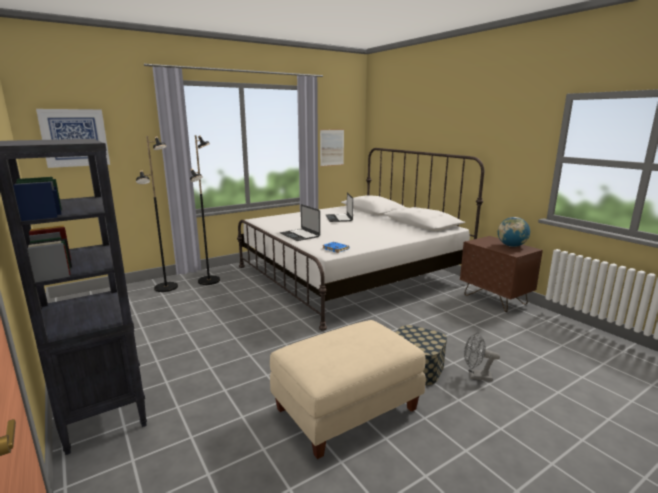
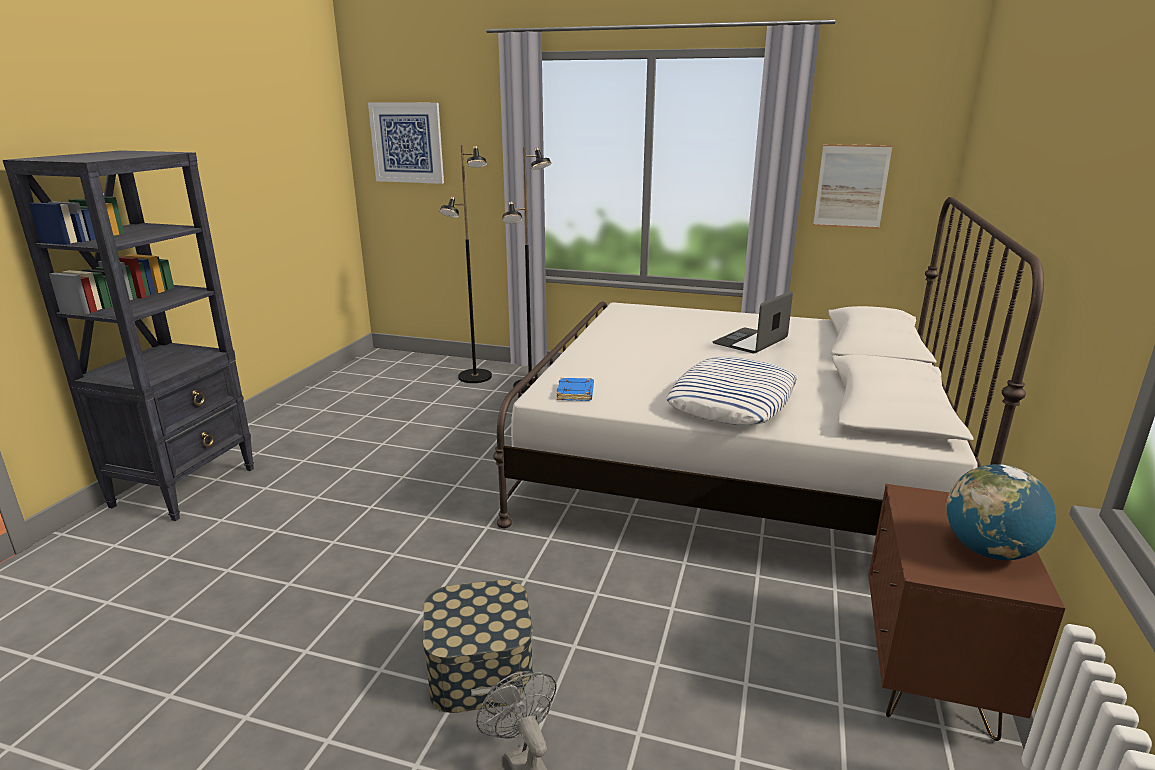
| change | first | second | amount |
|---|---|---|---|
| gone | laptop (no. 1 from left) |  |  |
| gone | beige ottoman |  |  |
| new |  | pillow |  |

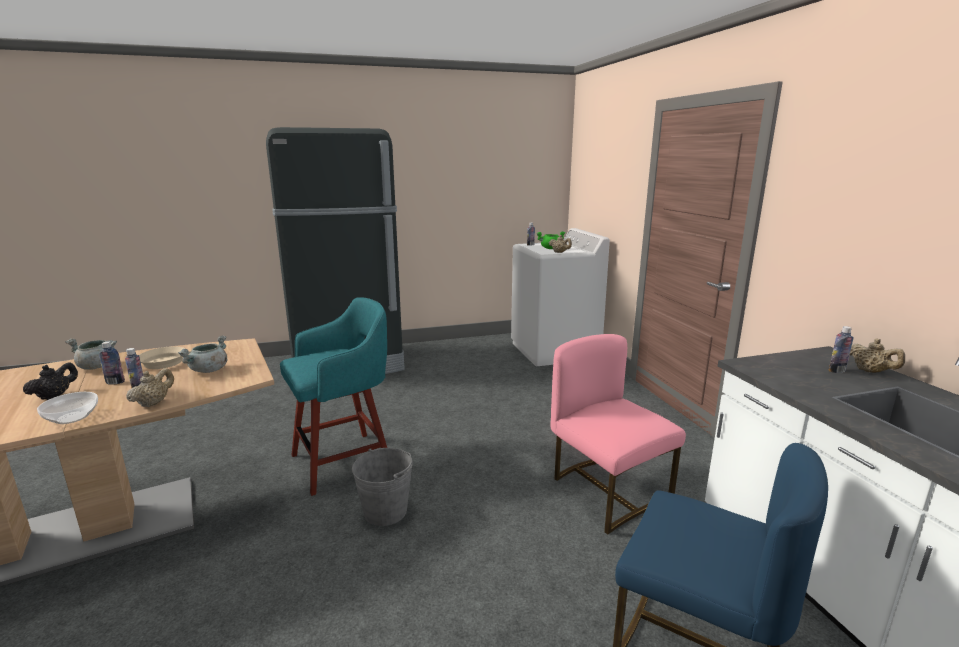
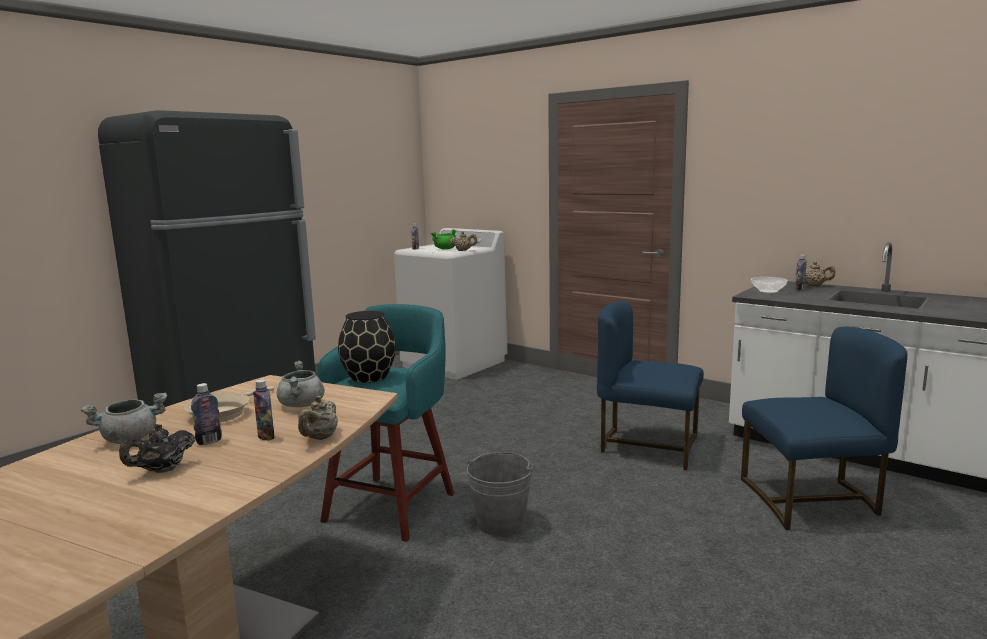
| change | first | second | amount |
|---|---|---|---|
| repainted | pink chair | blue chair (no. 1 from left) |  |
| rotated | black teapot |  | 120 degrees counterclockwise |
| rotated | beige teapot (no. 1 from left) |  | 150 degrees counterclockwise |
| shifted | bowl |  |  |
| new |  | black vase |  |

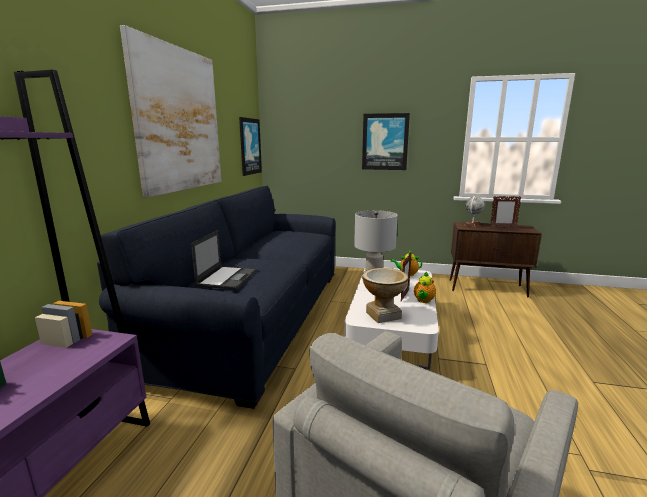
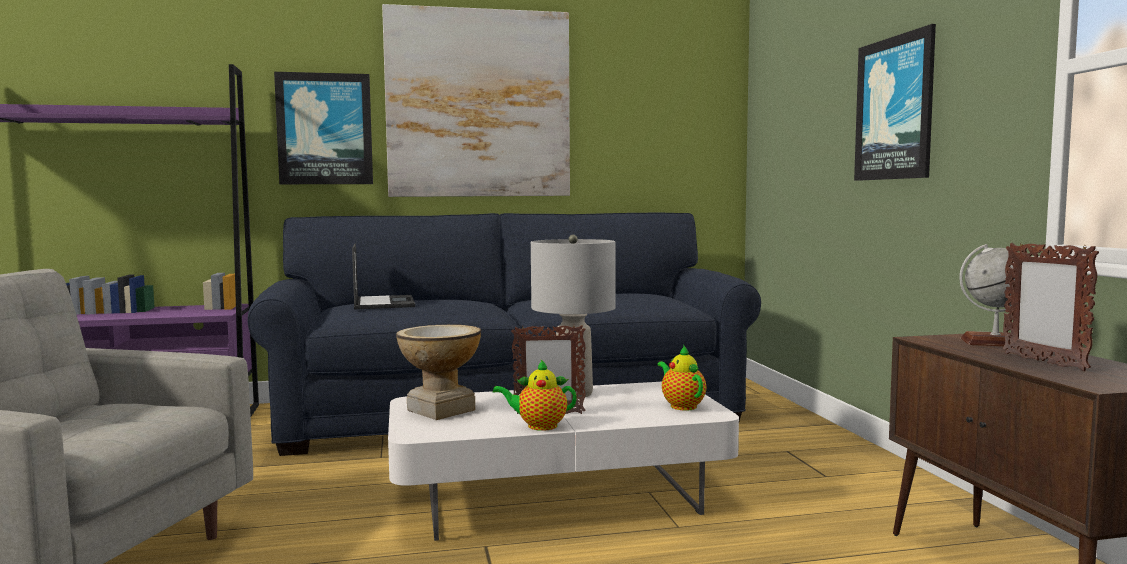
| change | first | second | amount |
|---|---|---|---|
| shifted | picture (no. 2 from left in the first image) | picture (no. 1 from left) |  |
| rotated | laptop |  | 90 degrees counterclockwise |

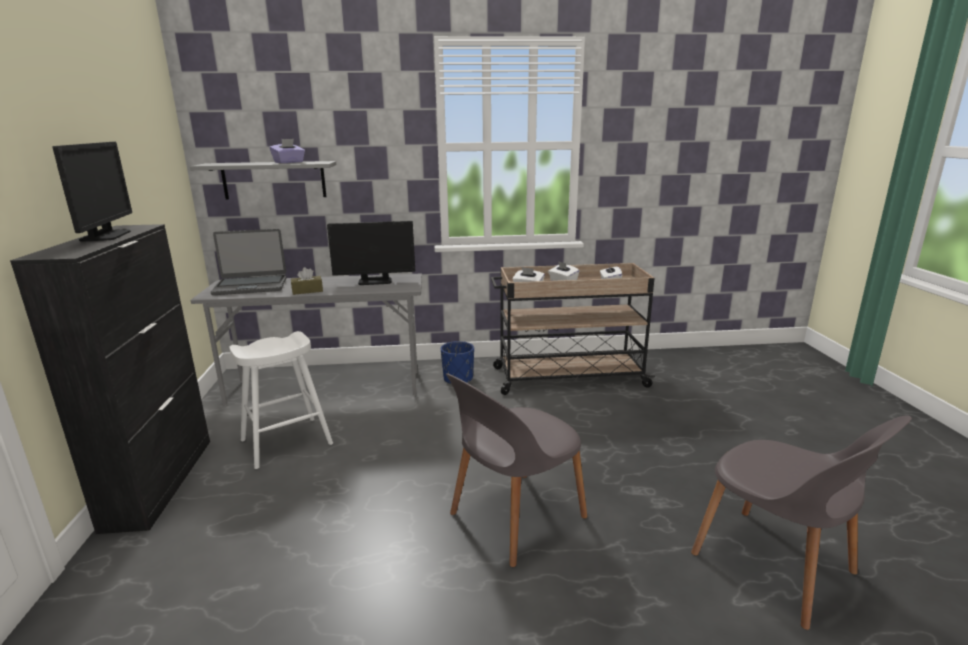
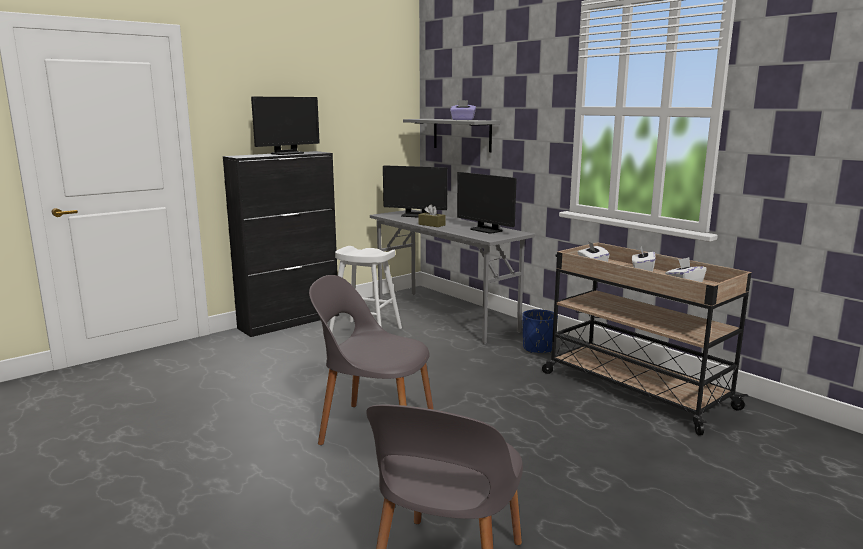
| change | first | second | amount |
|---|---|---|---|
| swapped | laptop | monitor (no. 2 from left) |  |

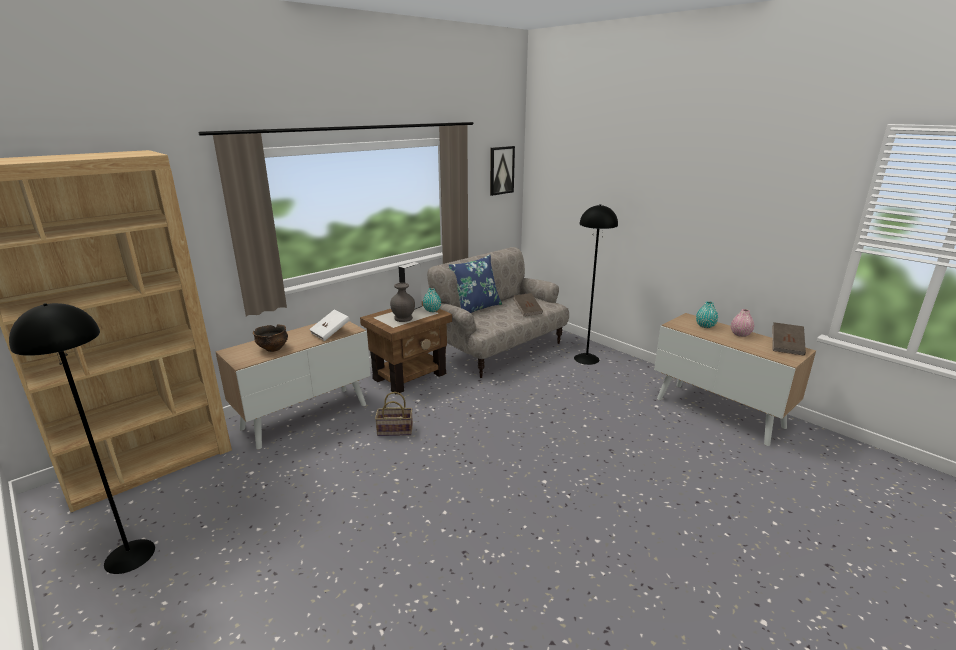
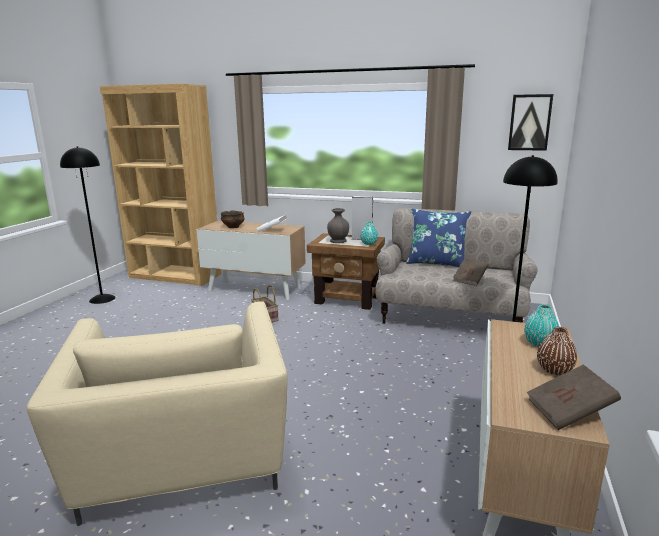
| change | first | second | amount |
|---|---|---|---|
| repainted | pink vase | brown vase |  |
| new |  | beige armchair |  |

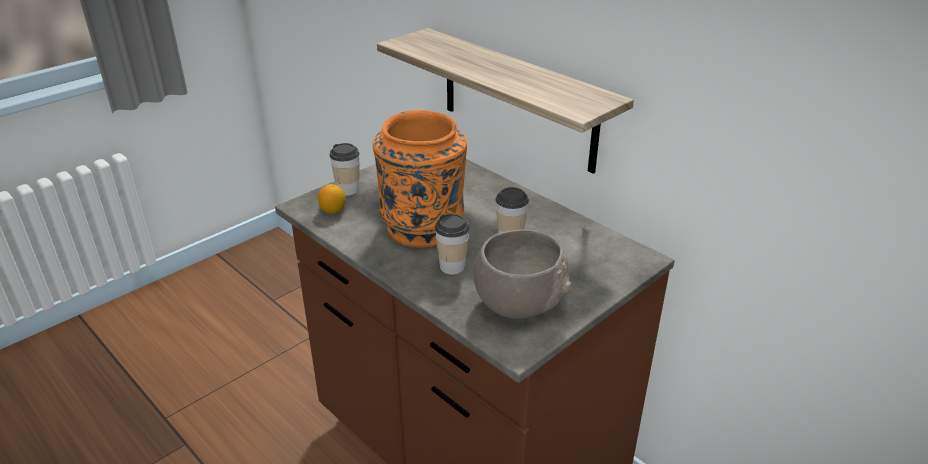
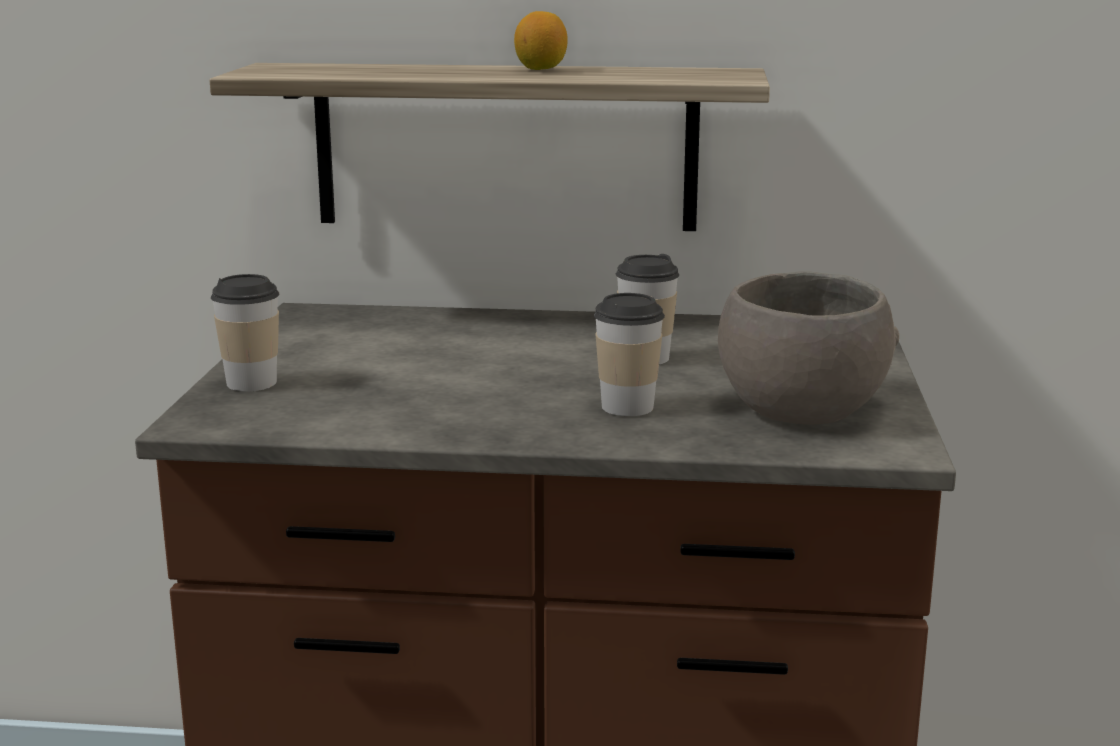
| change | first | second | amount |
|---|---|---|---|
| gone | orange vase |  |  |
| shifted | lemon |  |  |

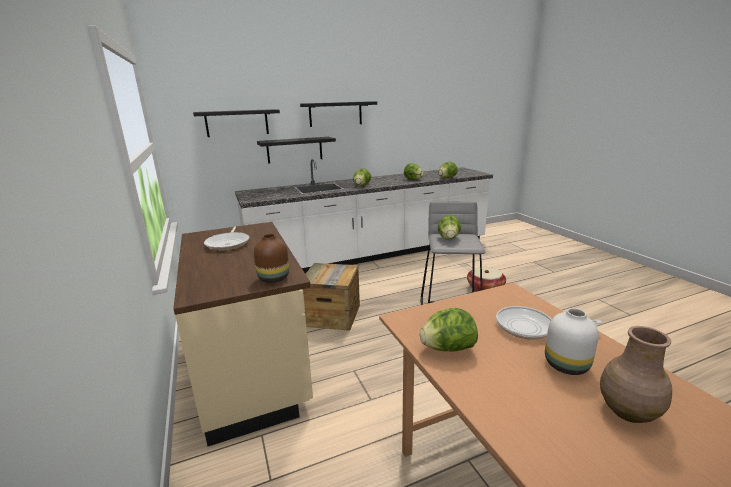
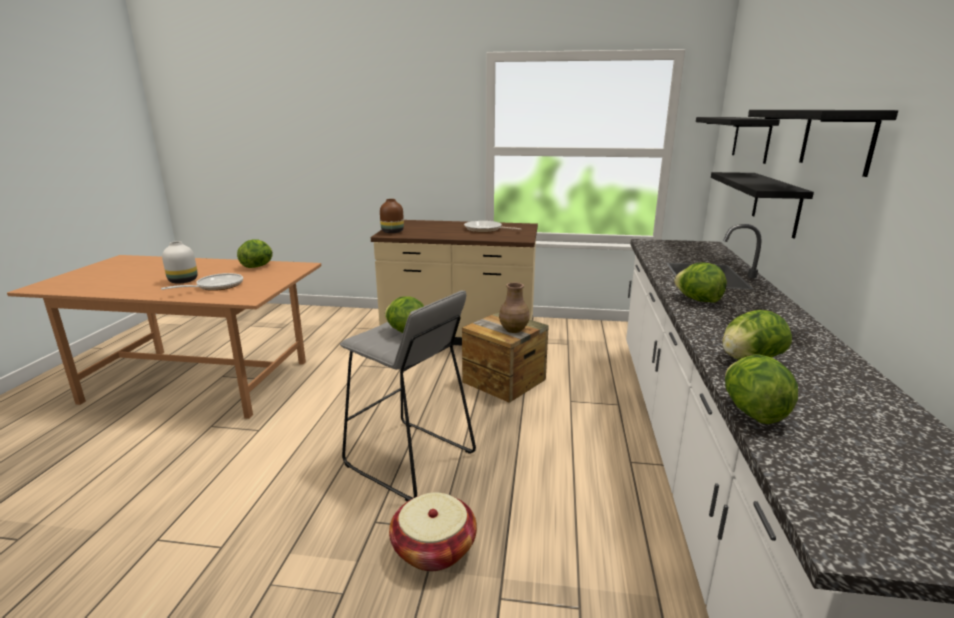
| change | first | second | amount |
|---|---|---|---|
| shifted | brown vase (no. 2 from left) |  |  |

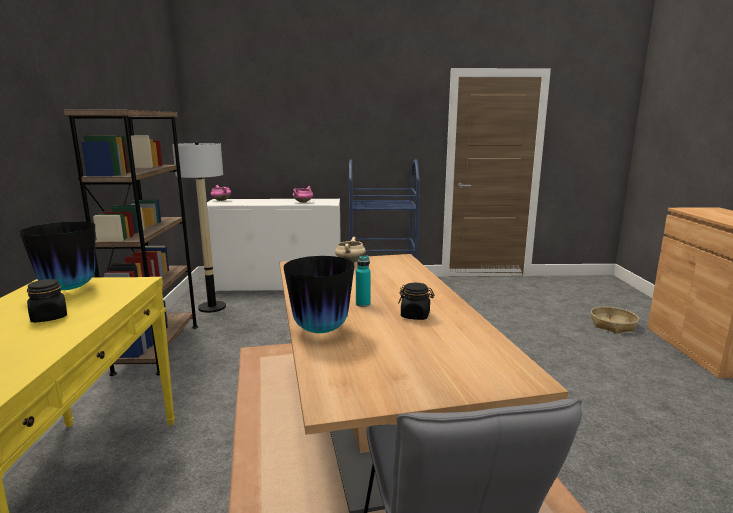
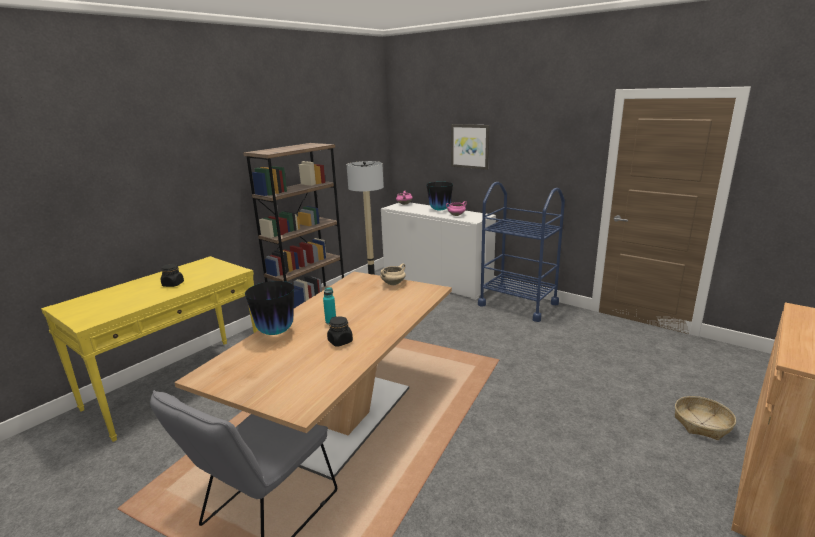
| change | first | second | amount |
|---|---|---|---|
| shifted | vase (no. 1 from left in the first image) | vase (no. 2 from left) |  |
| new |  | picture |  |

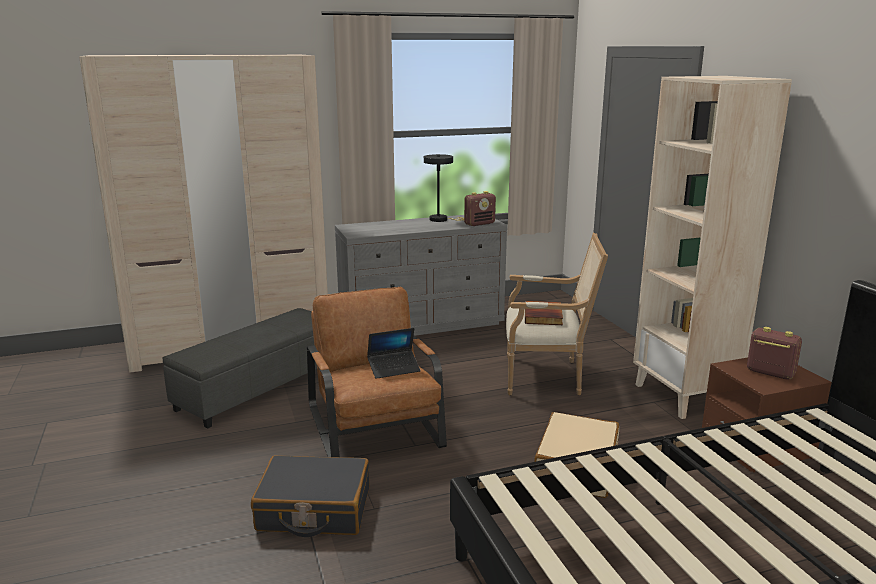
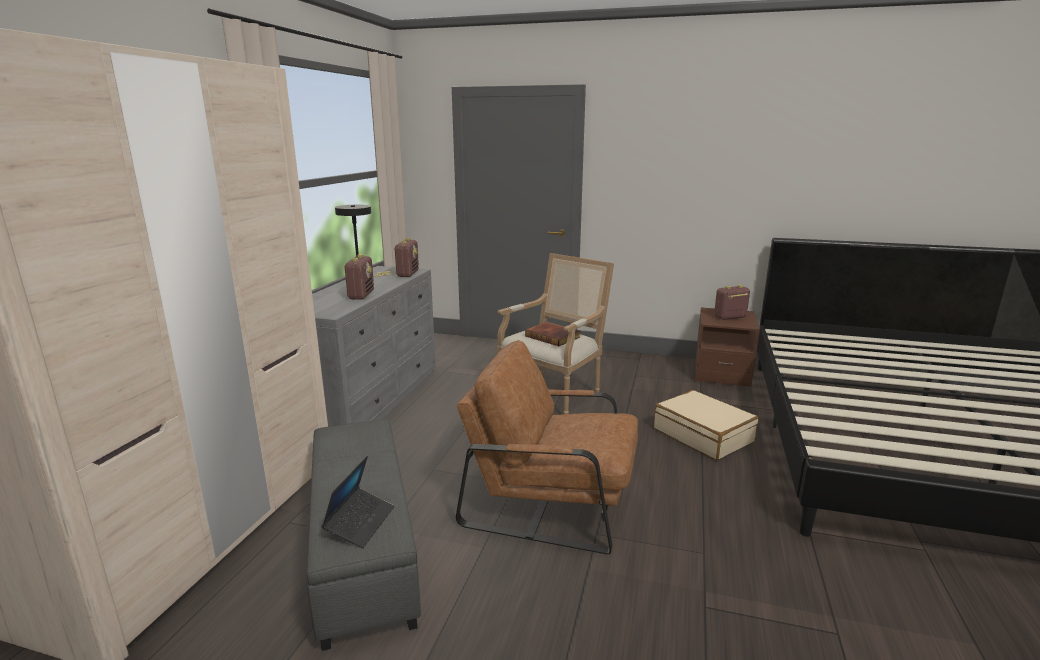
| change | first | second | amount |
|---|---|---|---|
| gone | beige bookcase |  |  |
| shifted | laptop |  |  |
| gone | black suitcase |  |  |
| new |  | radio (no. 1 from left) |  |

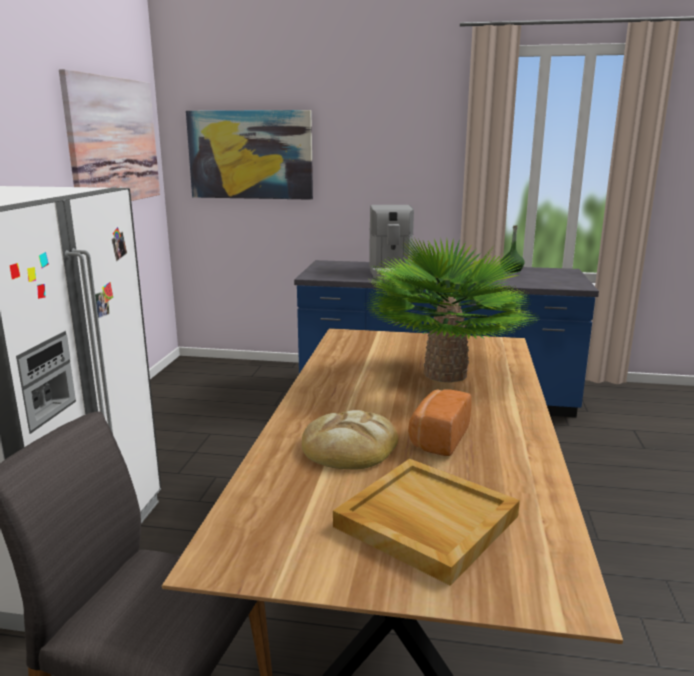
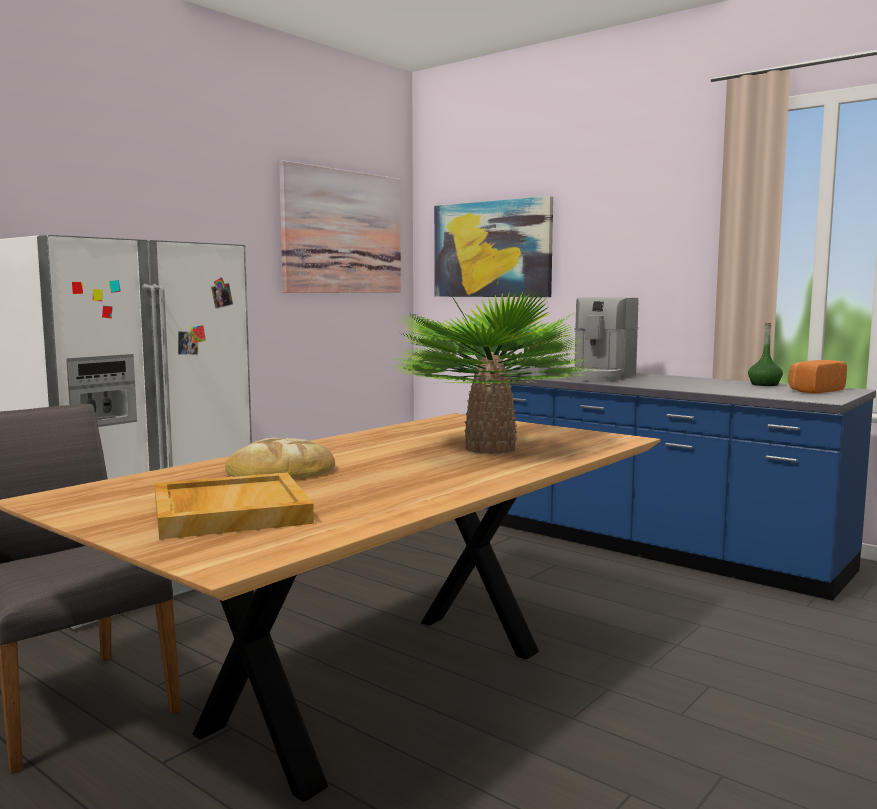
| change | first | second | amount |
|---|---|---|---|
| shifted | bread (no. 2 from left) |  |  |

